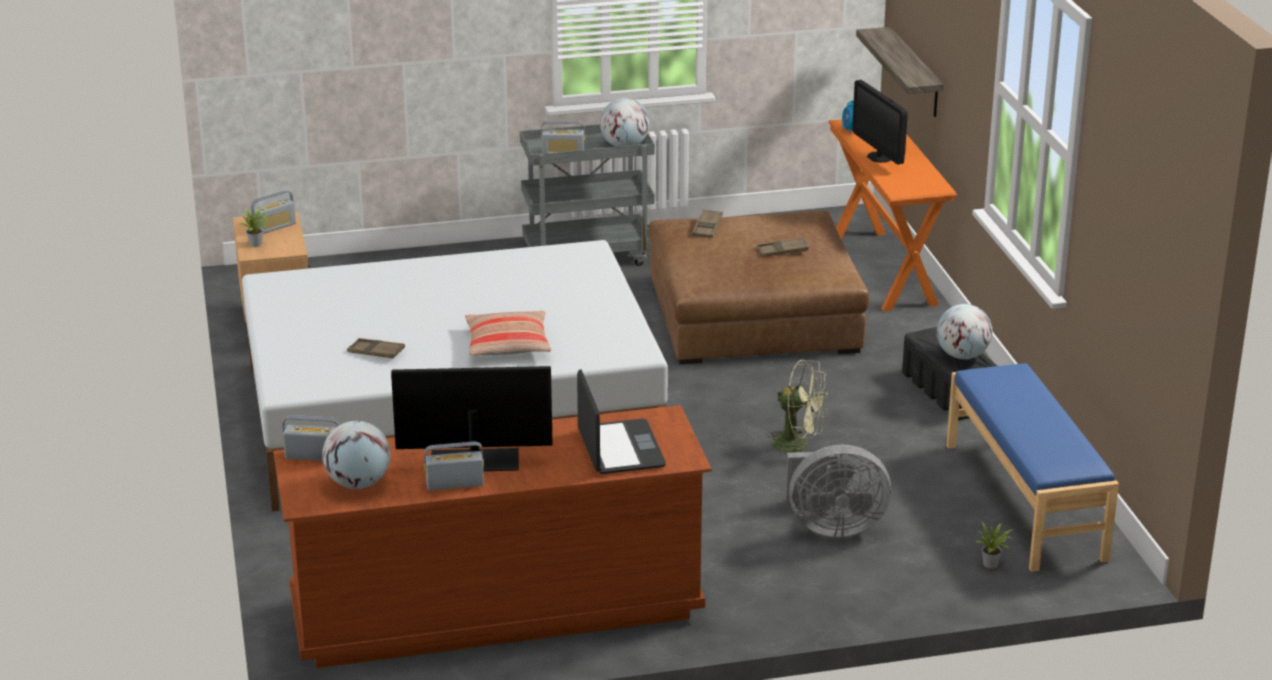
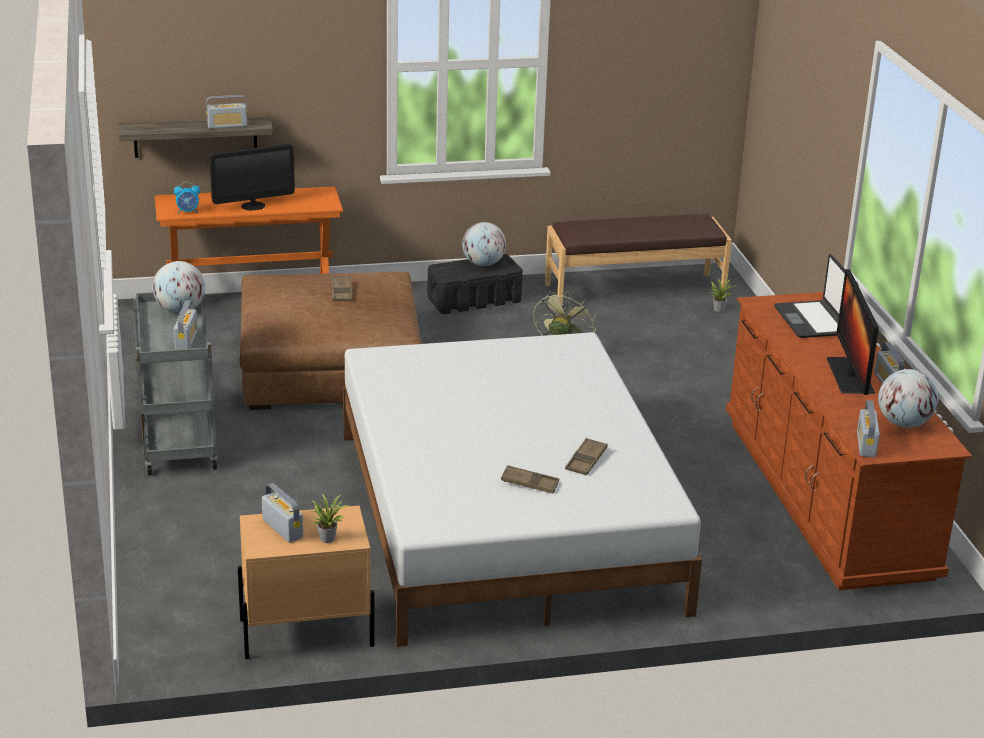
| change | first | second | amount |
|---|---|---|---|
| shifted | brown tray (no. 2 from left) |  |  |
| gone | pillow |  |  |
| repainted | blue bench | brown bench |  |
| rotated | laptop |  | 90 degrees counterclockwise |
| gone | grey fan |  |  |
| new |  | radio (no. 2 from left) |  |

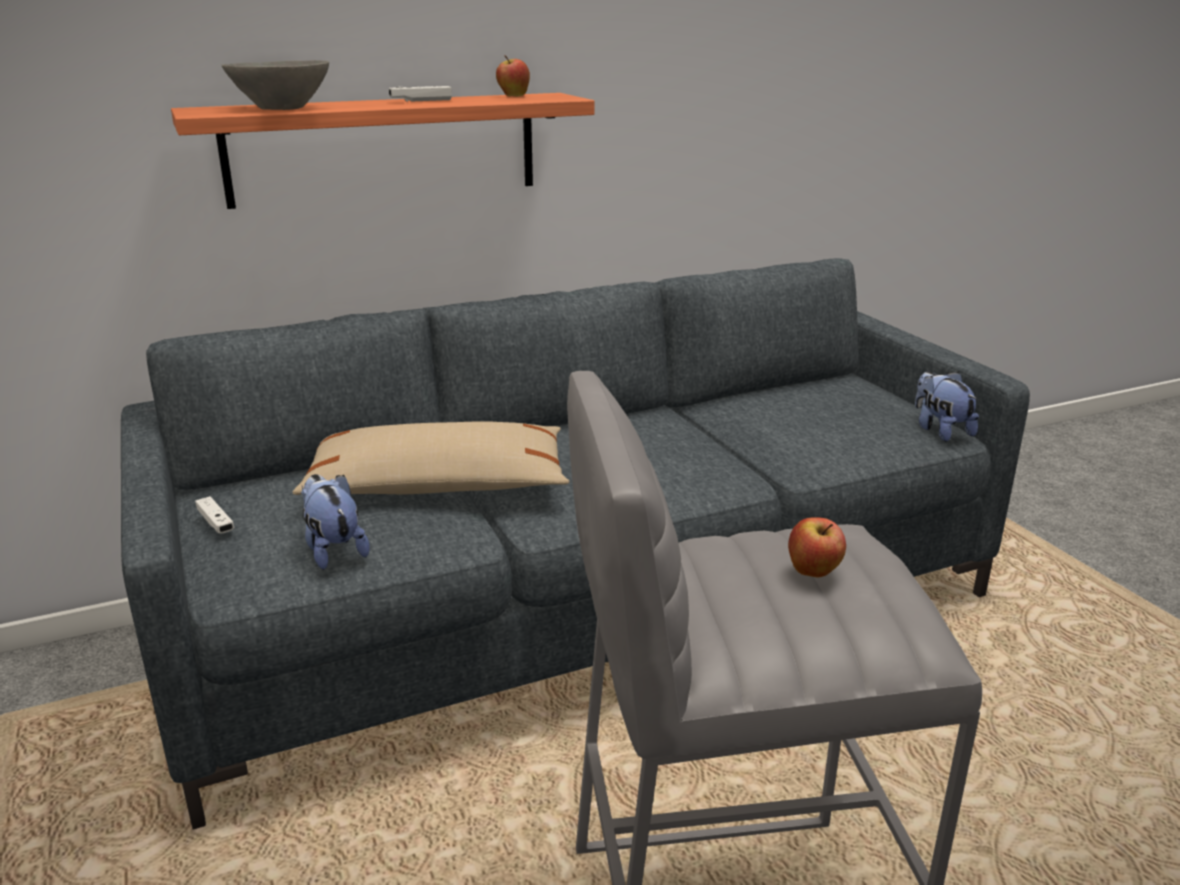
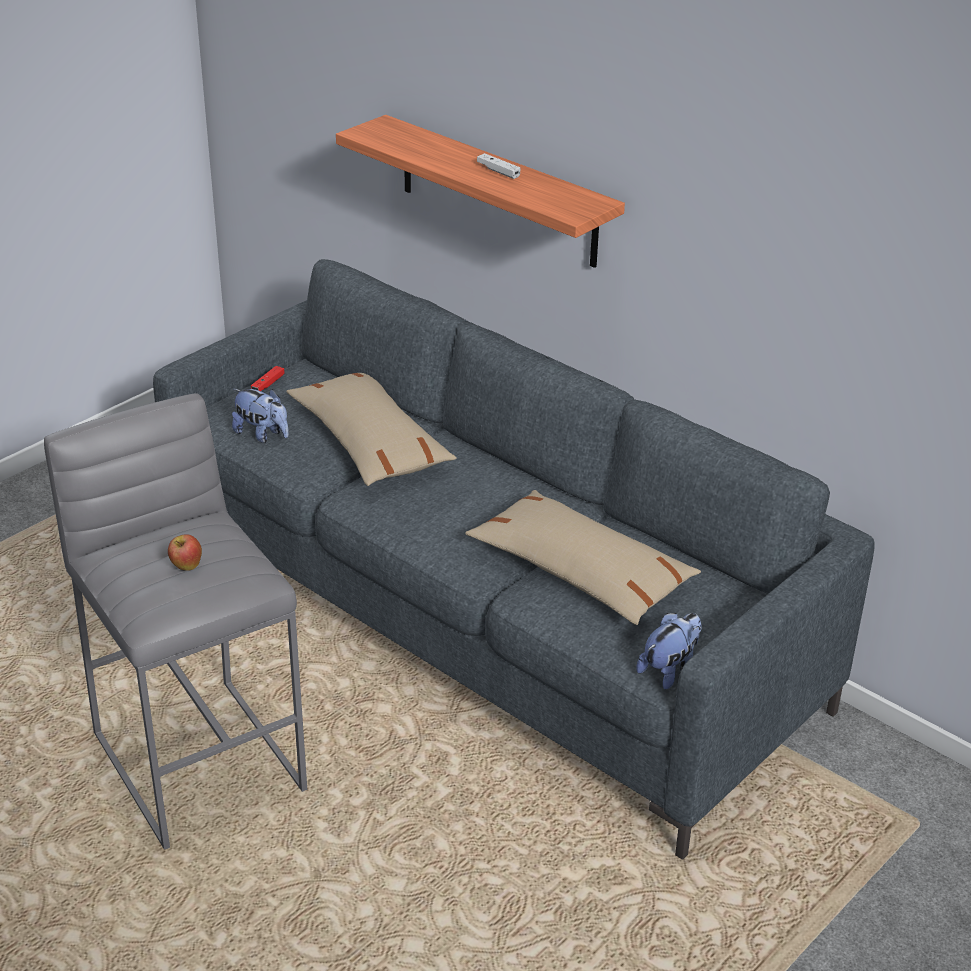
| change | first | second | amount |
|---|---|---|---|
| gone | apple (no. 1 from left) |  |  |
| gone | grey bowl |  |  |
| rotated | plush toy (no. 1 from left) |  | 90 degrees clockwise |
| repainted | white game controller (no. 1 from left) | red game controller |  |
| new |  | beige pillow (no. 2 from left) |  |

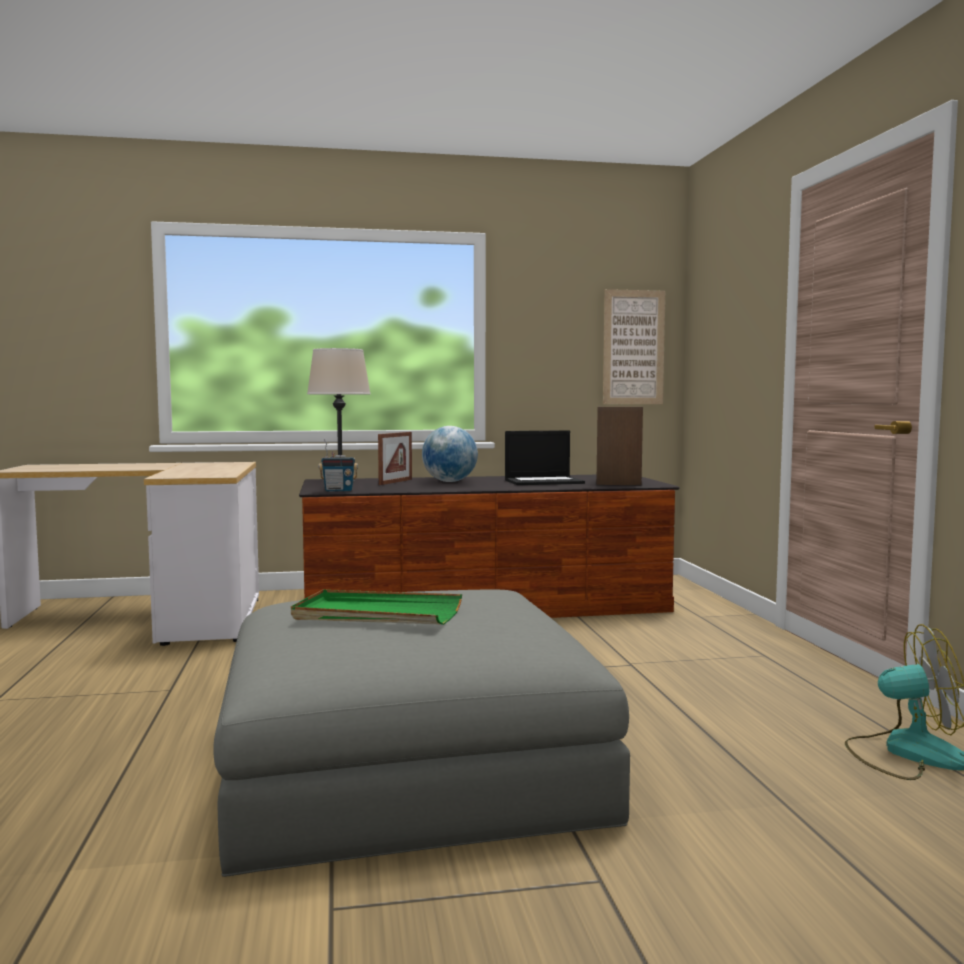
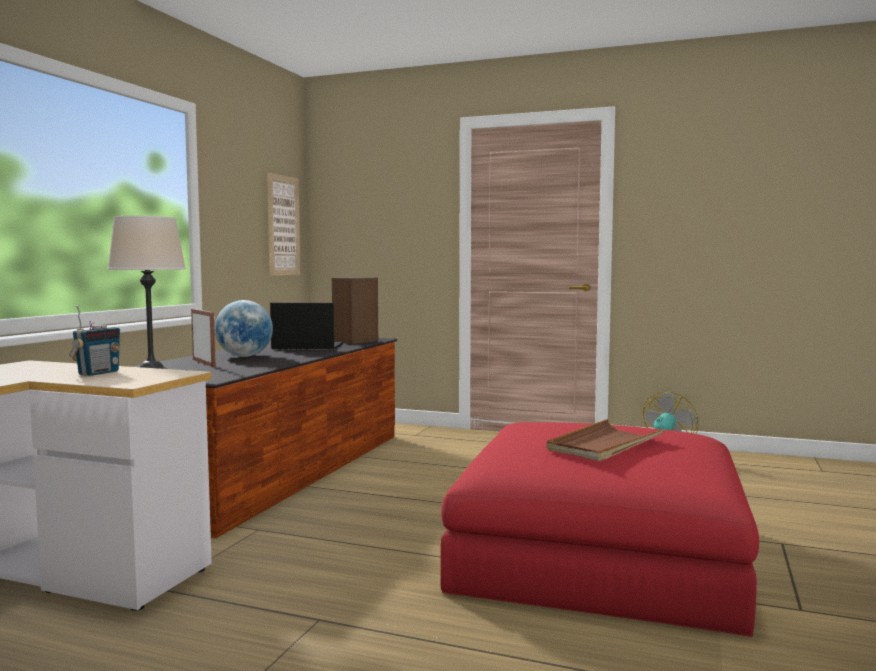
| change | first | second | amount |
|---|---|---|---|
| rotated | laptop |  | 105 degrees counterclockwise |
| shifted | radio |  |  |
| repainted | grey ottoman | red ottoman |  |
| repainted | green tray | brown tray |  |

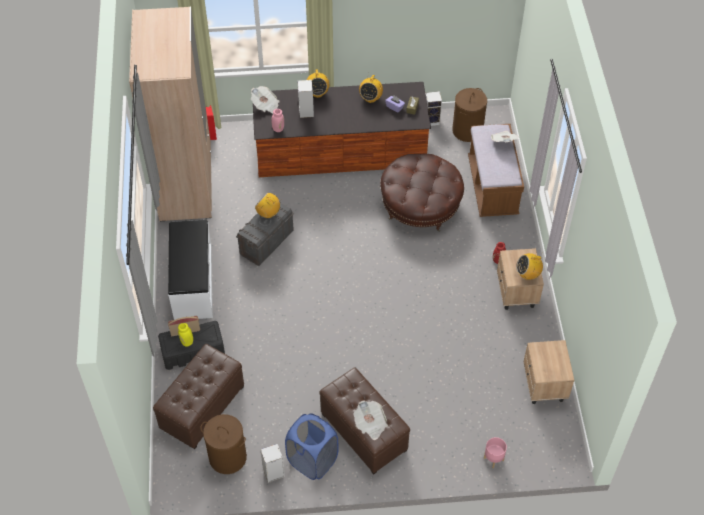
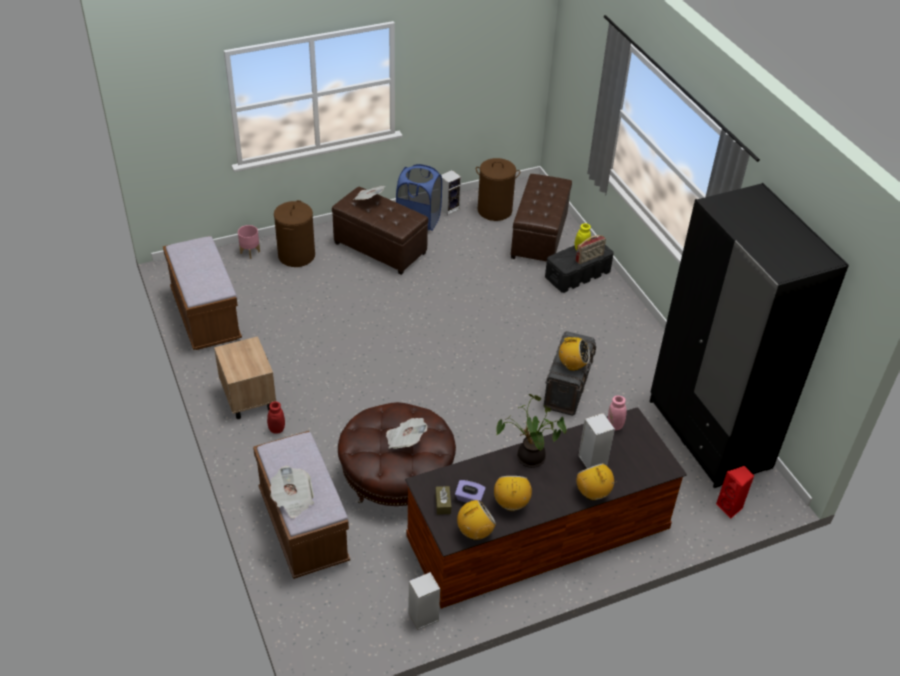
| change | first | second | amount |
|---|---|---|---|
| repainted | beige wardrobe | black wardrobe |  |
| shifted | newspaper (no. 1 from left in the first image) | newspaper (no. 3 from left) |  |
| shifted | brown laundry basket (no. 2 from left in the first image) | brown laundry basket (no. 1 from left) |  |
| gone | white bench |  |  |
| shifted | radio (no. 5 from left in the first image) | radio (no. 1 from left) |  |
| swapped | beige nightstand (no. 2 from left) | brown bench (no. 1 from left) |  |
| new |  | potted plant |  |

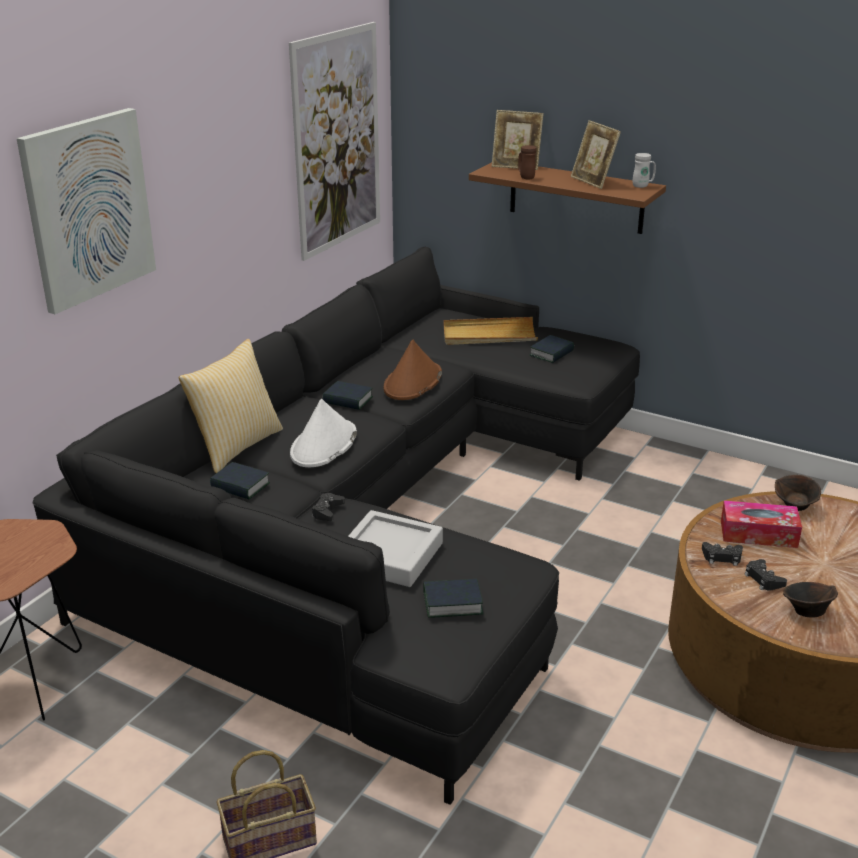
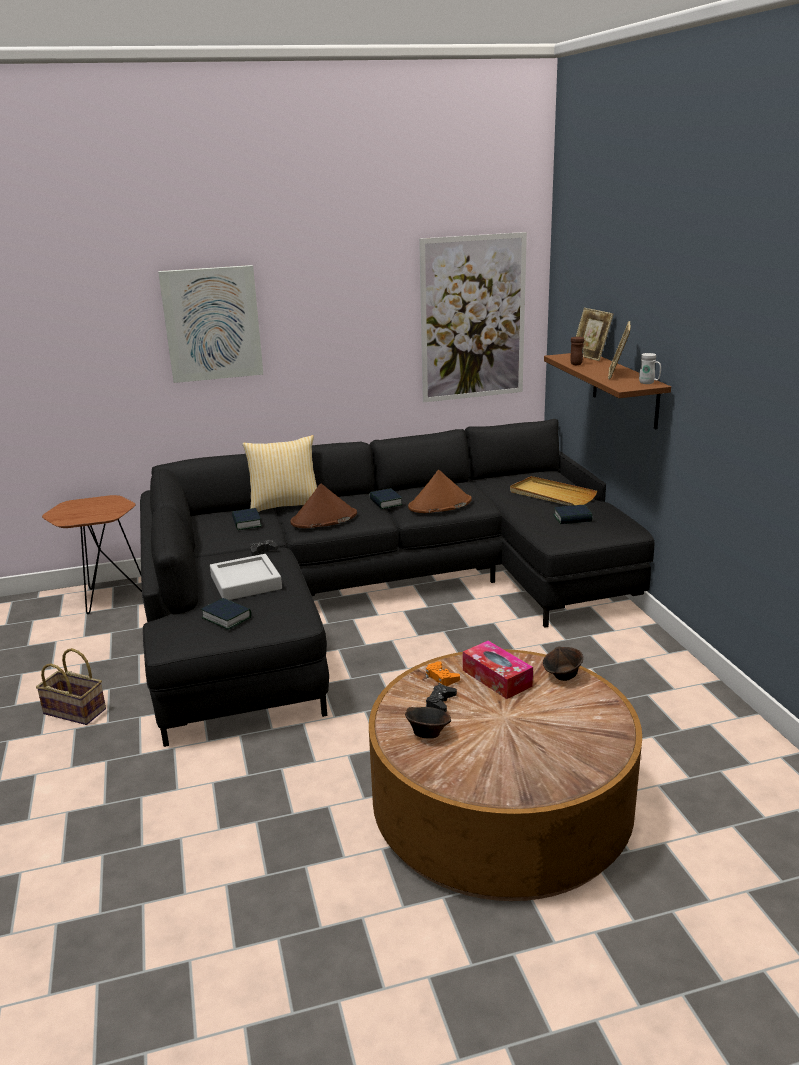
| change | first | second | amount |
|---|---|---|---|
| repainted | white hat | brown hat (no. 1 from left) |  |
| repainted | black game controller (no. 2 from left) | orange game controller |  |

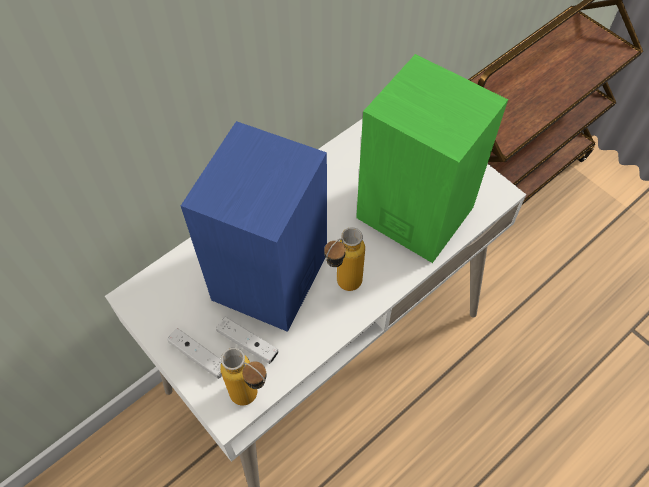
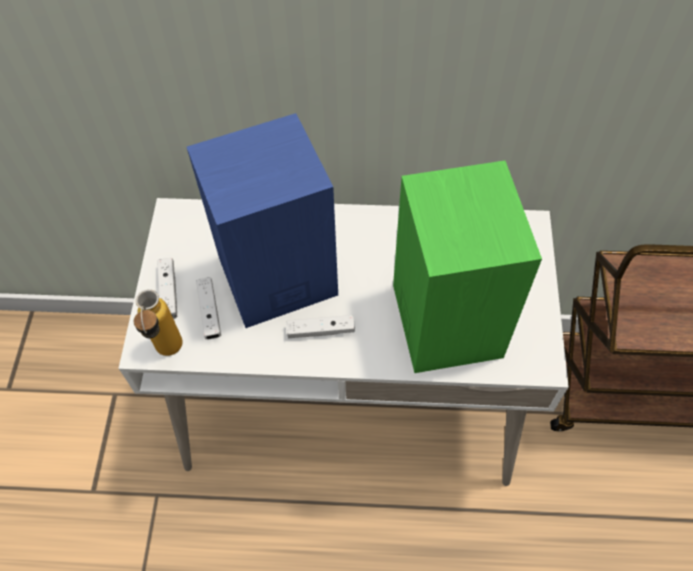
| change | first | second | amount |
|---|---|---|---|
| swapped | bottle (no. 2 from left) | white game controller (no. 3 from left) |  |

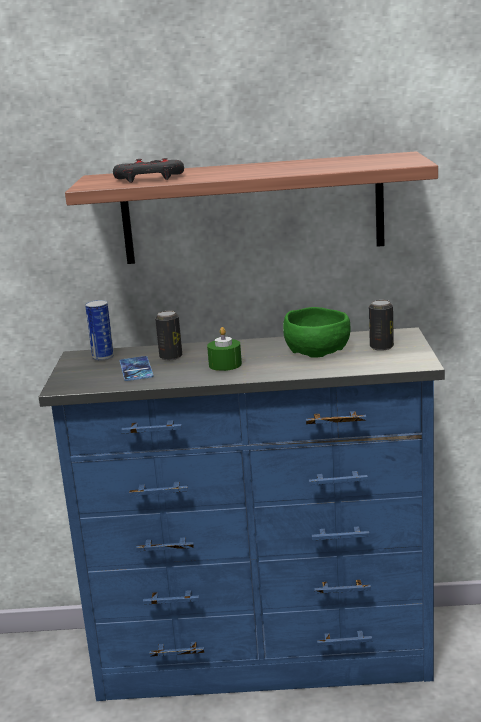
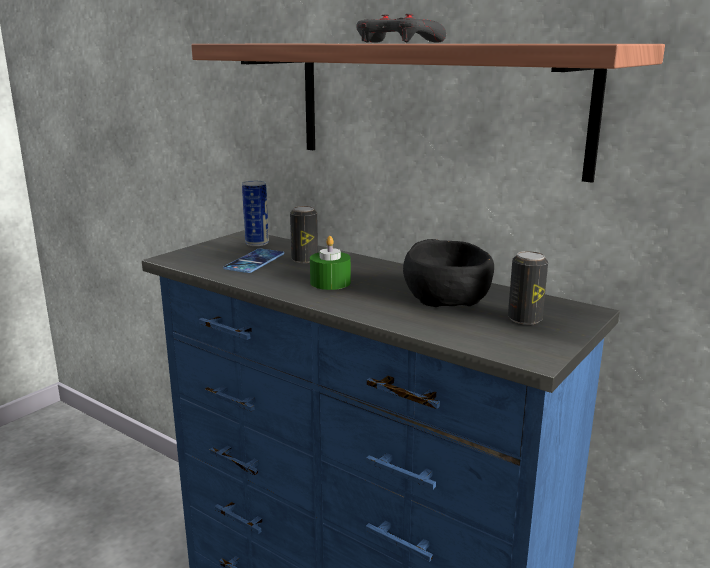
| change | first | second | amount |
|---|---|---|---|
| shifted | grey game controller |  |  |
| repainted | green bowl | black bowl |  |

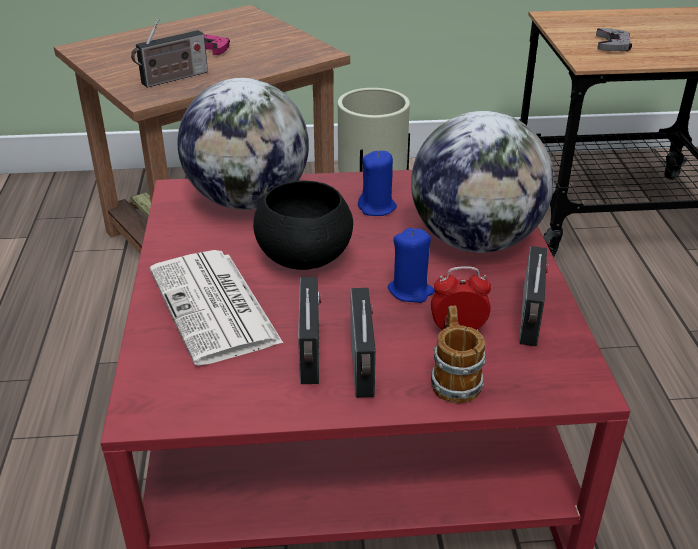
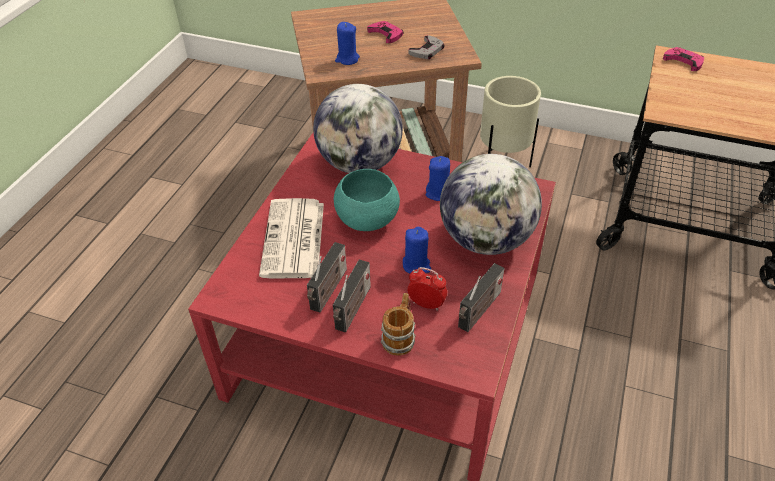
| change | first | second | amount |
|---|---|---|---|
| swapped | radio (no. 1 from left) | blue candle (no. 1 from left) |  |
| shifted | grey game controller |  |  |
| repainted | black bowl | turquoise bowl |  |
| new |  | pink game controller (no. 2 from left) |  |

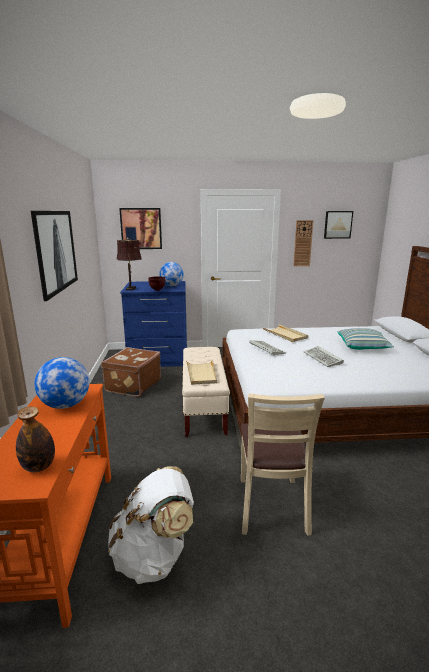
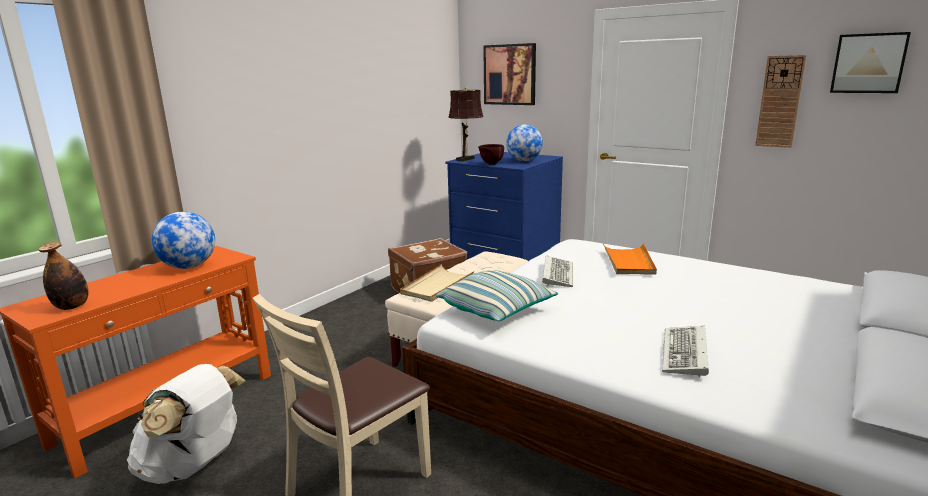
| change | first | second | amount |
|---|---|---|---|
| gone | picture (no. 1 from left) |  |  |
| repainted | beige tray (no. 2 from left) | orange tray |  |
| shifted | pillow |  |  |
| shifted | keyboard (no. 2 from left) |  |  |

